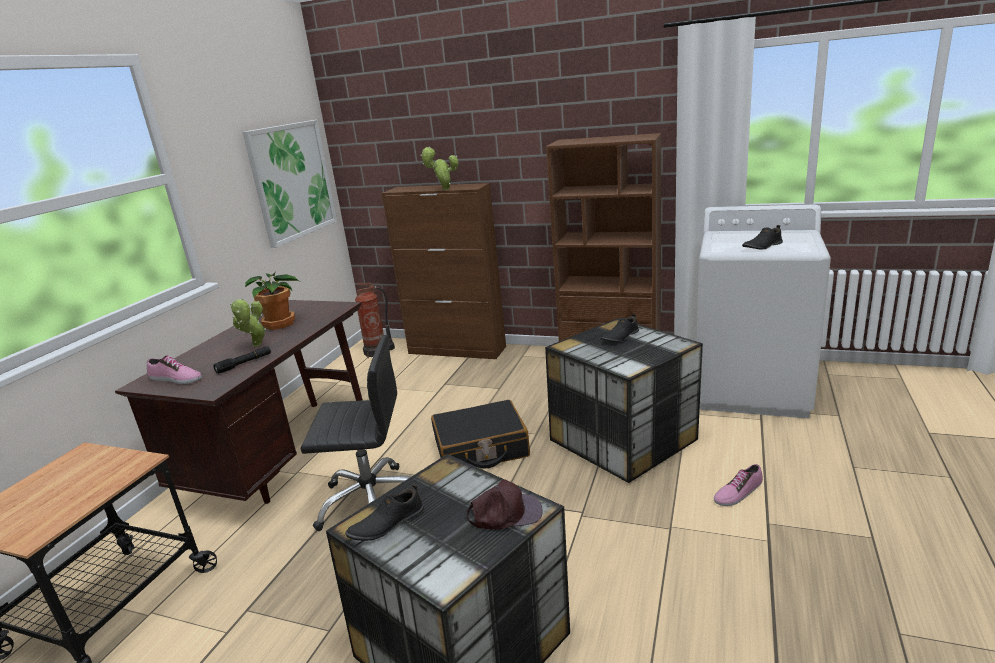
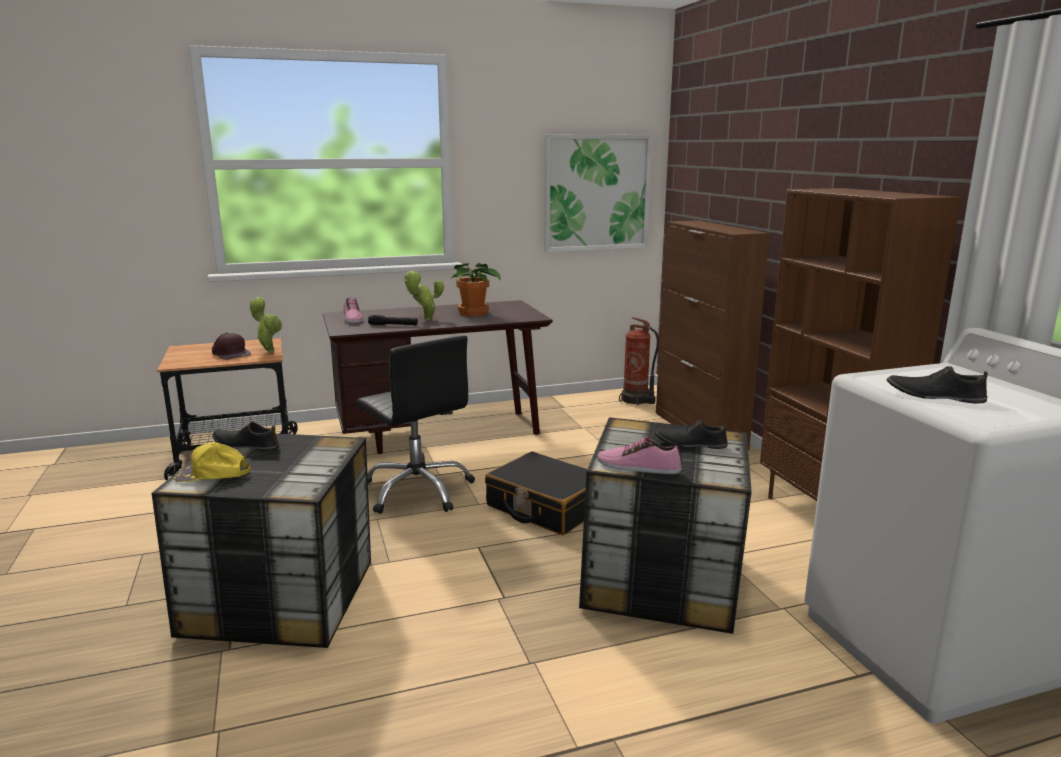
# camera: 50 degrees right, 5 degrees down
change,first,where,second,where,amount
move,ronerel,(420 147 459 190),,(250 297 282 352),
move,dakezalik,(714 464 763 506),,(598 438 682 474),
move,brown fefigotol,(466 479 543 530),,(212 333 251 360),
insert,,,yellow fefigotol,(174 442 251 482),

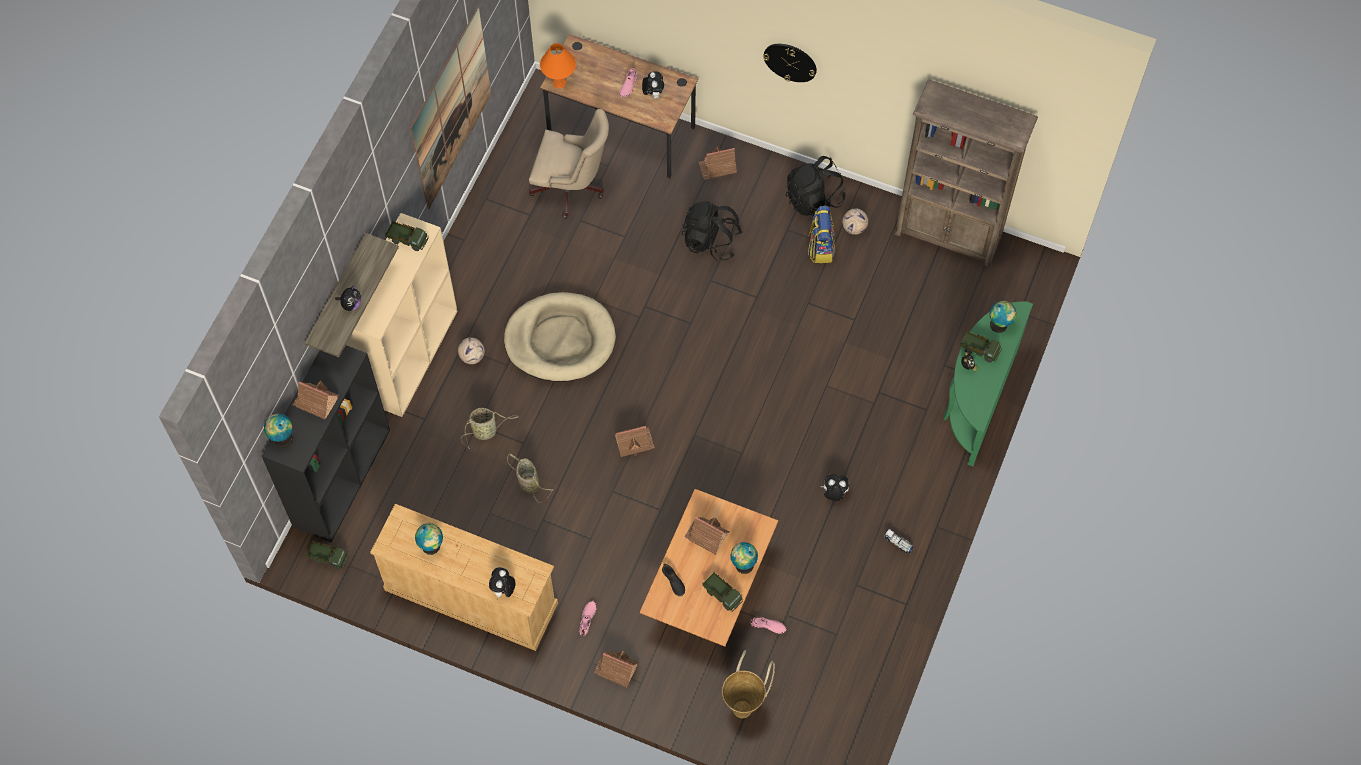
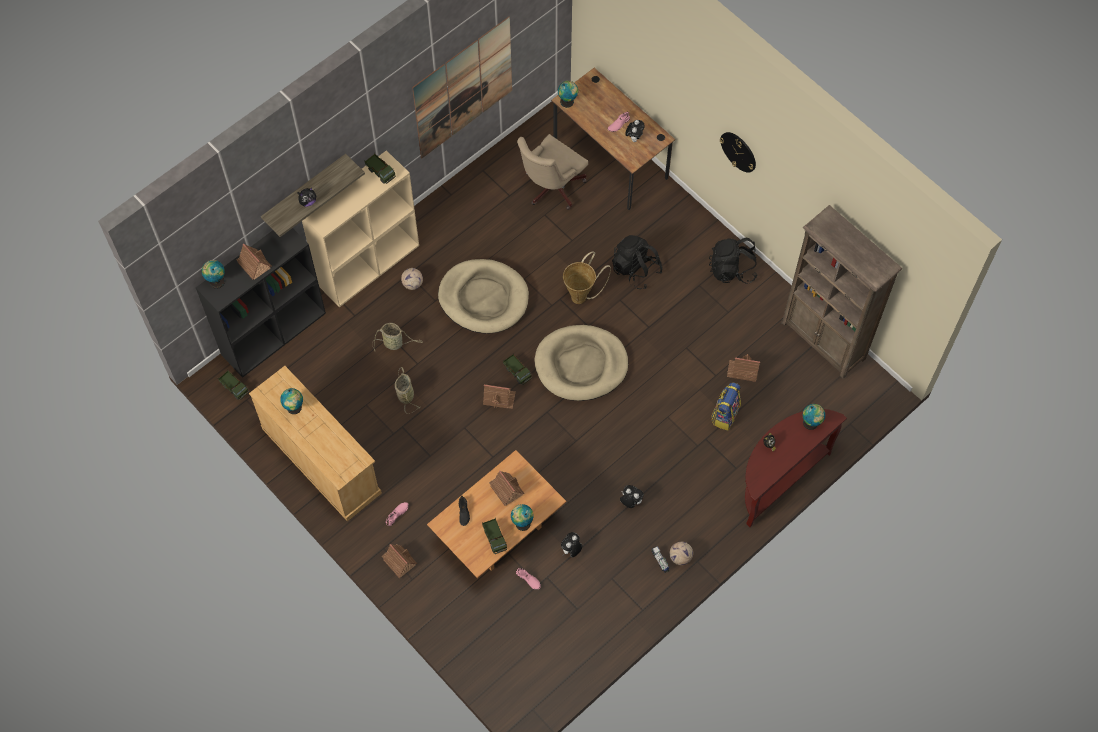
# camera: 25 degrees right, 0 degrees up
change,first,where,second,where,amount
replace,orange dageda,(540 43 576 89),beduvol,(558 81 578 108),
rotate,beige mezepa,(529 109 609 219),,(517 134 588 210),90 degrees clockwise
move,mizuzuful,(699 146 737 180),,(727 354 760 382),
move,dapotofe,(807 206 835 263),,(711 382 741 431),
move,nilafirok,(842 209 868 235),,(670 542 693 565),
recolor,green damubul,(943 301 1033 466),brown damubul,(745 409 847 527),
move,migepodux,(960 331 1002 363),,(503 354 532 385),
move,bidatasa,(489 567 515 598),,(561 532 582 557),
move,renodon,(722 650 775 718),,(563 251 611 304),
insert,,,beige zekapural,(534 325 628 401),

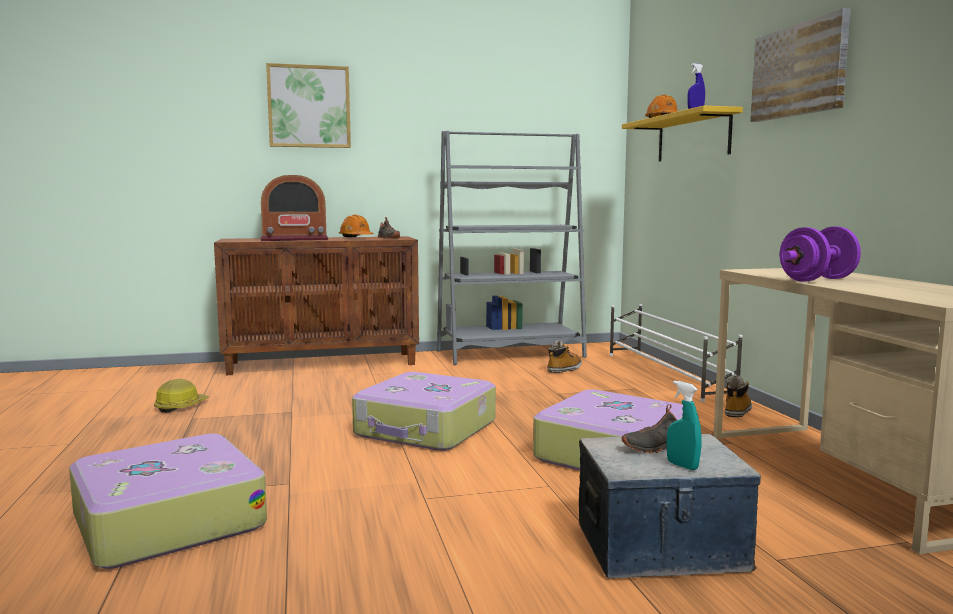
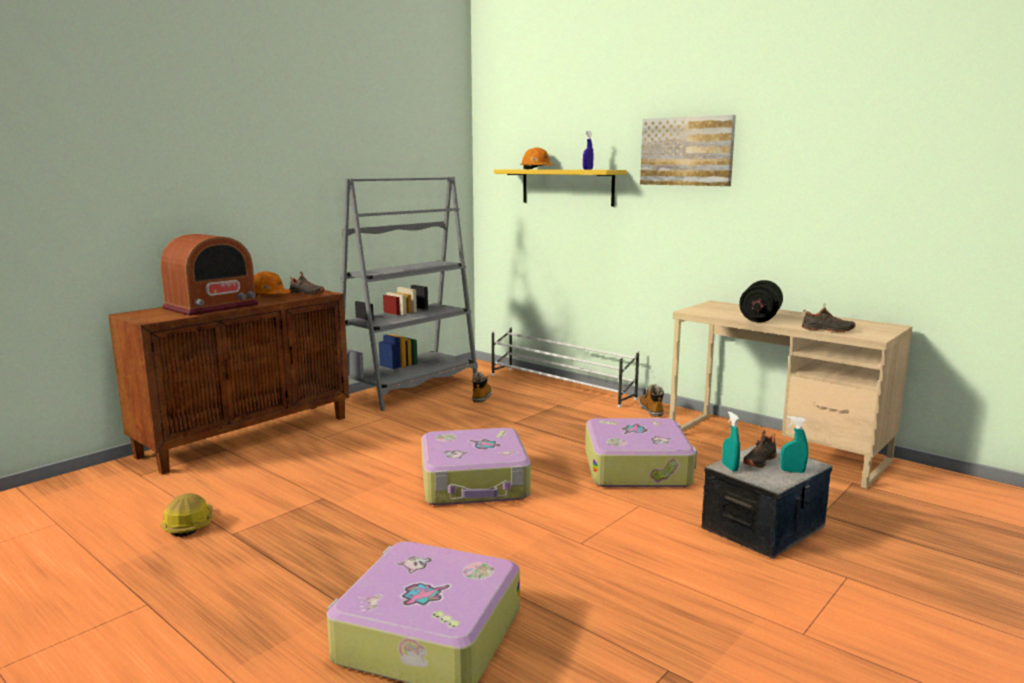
# camera: 35 degrees left, 5 degrees up
change,first,where,second,where,amount
delete,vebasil,(266 63 351 148),,,
recolor,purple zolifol,(780 227 861 282),black zolifol,(739 280 783 322),
insert,,,black dakezalik,(802 304 856 332),
insert,,,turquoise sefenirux,(722 411 740 472),

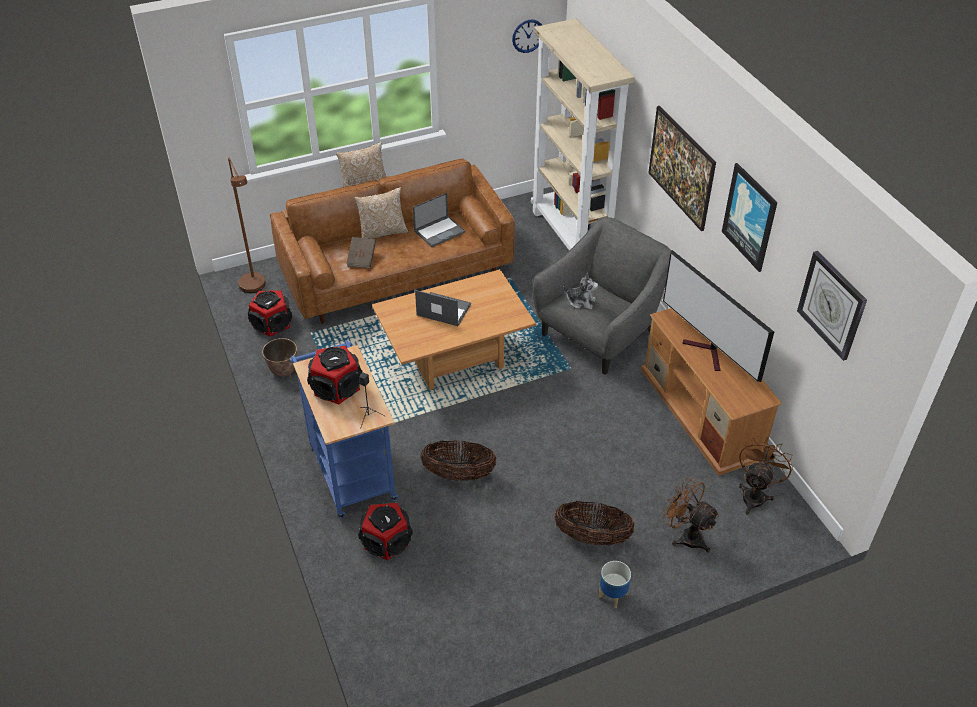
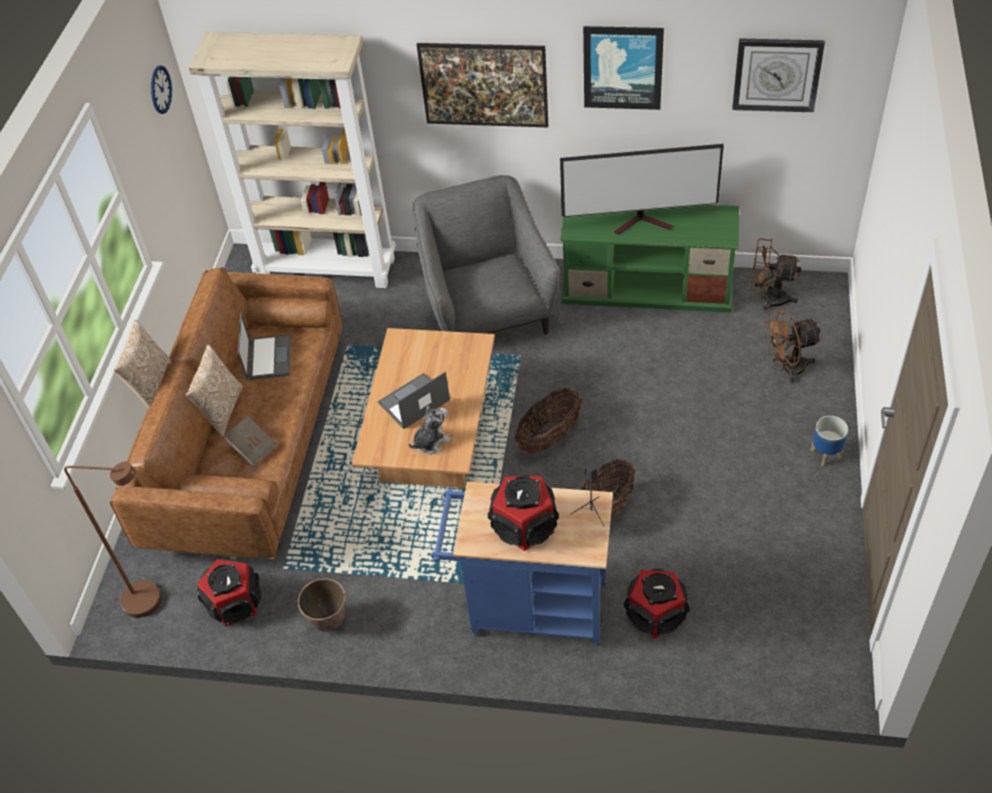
# camera: 55 degrees left, 5 degrees up
change,first,where,second,where,amount
move,bidatasa,(563 273 599 309),,(408 406 452 454),
recolor,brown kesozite,(641 308 782 476),green kesozite,(560 205 739 313),
rotate,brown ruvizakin,(739 437 793 515),,(751 238 801 312),45 degrees counterclockwise
move,renodon,(554 501 634 545),,(515 388 582 454),

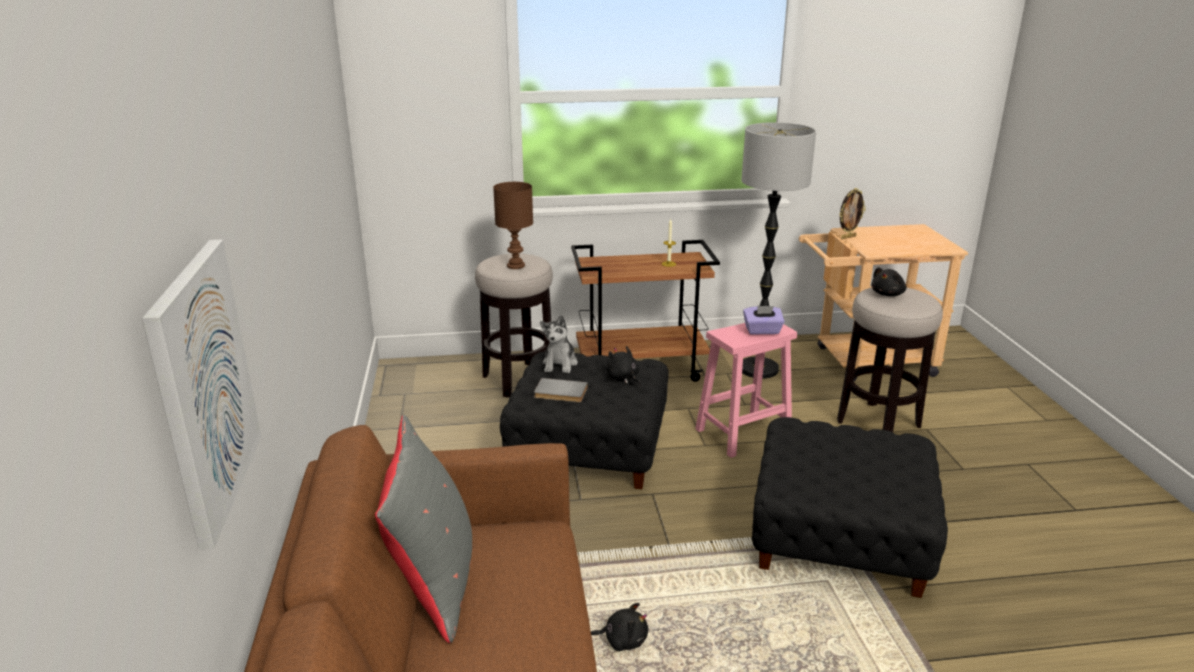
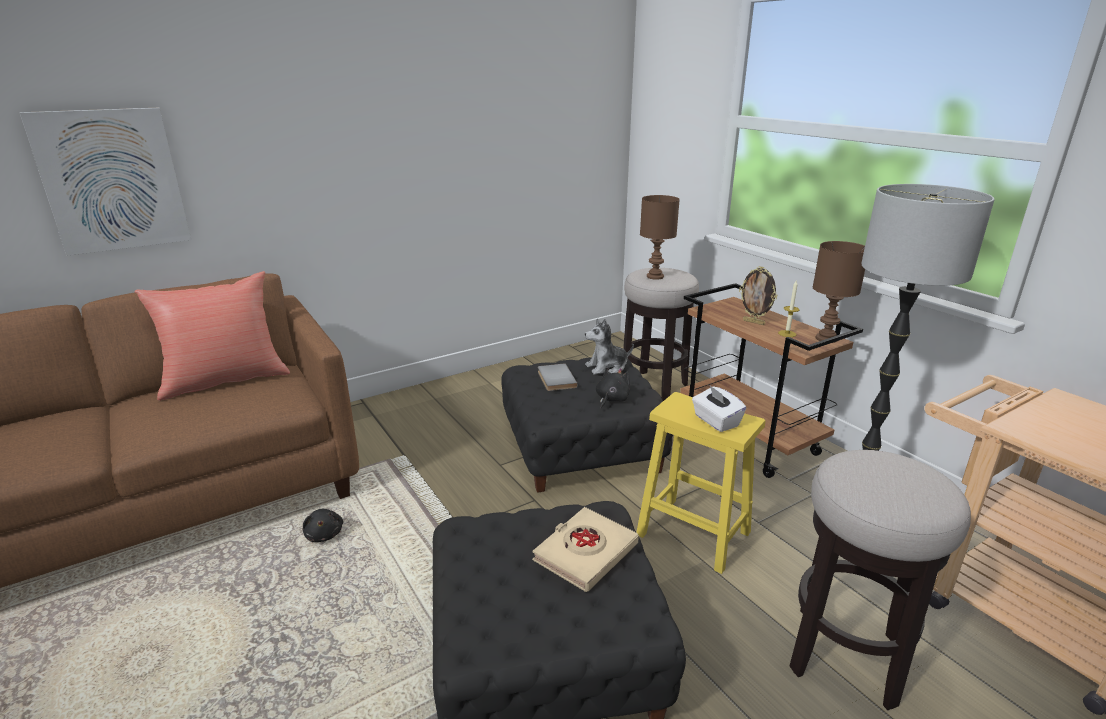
# camera: 65 degrees right, 0 degrees up
change,first,where,second,where,amount
move,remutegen,(839 188 866 239),,(739 266 777 325),
delete,black bidatasa,(871 267 907 296),,,
recolor,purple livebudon,(743 306 785 335),white livebudon,(692 386 746 432),
recolor,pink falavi,(695 323 797 458),yellow falavi,(637 392 766 574),
recolor,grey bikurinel,(375 415 472 643),red bikurinel,(135 271 290 401),
insert,,,brown dageda,(813 241 865 343),
insert,,,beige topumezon,(532 507 639 592),

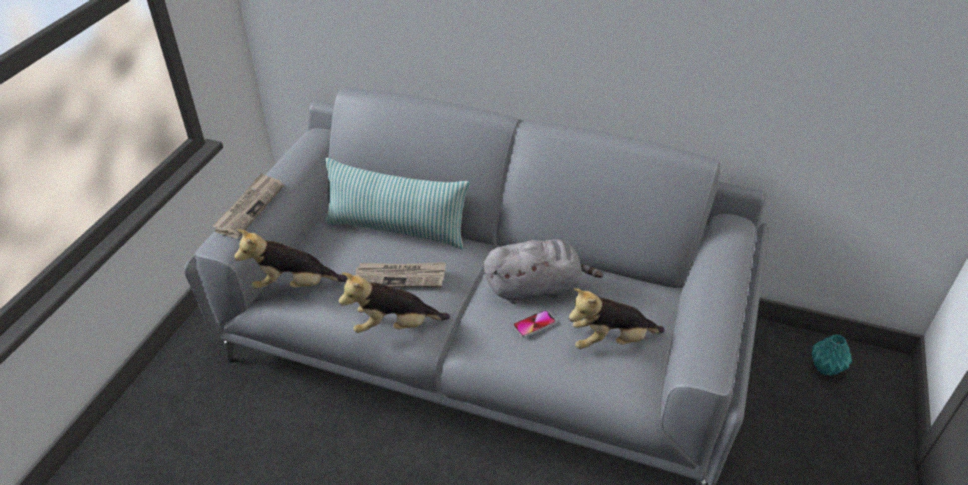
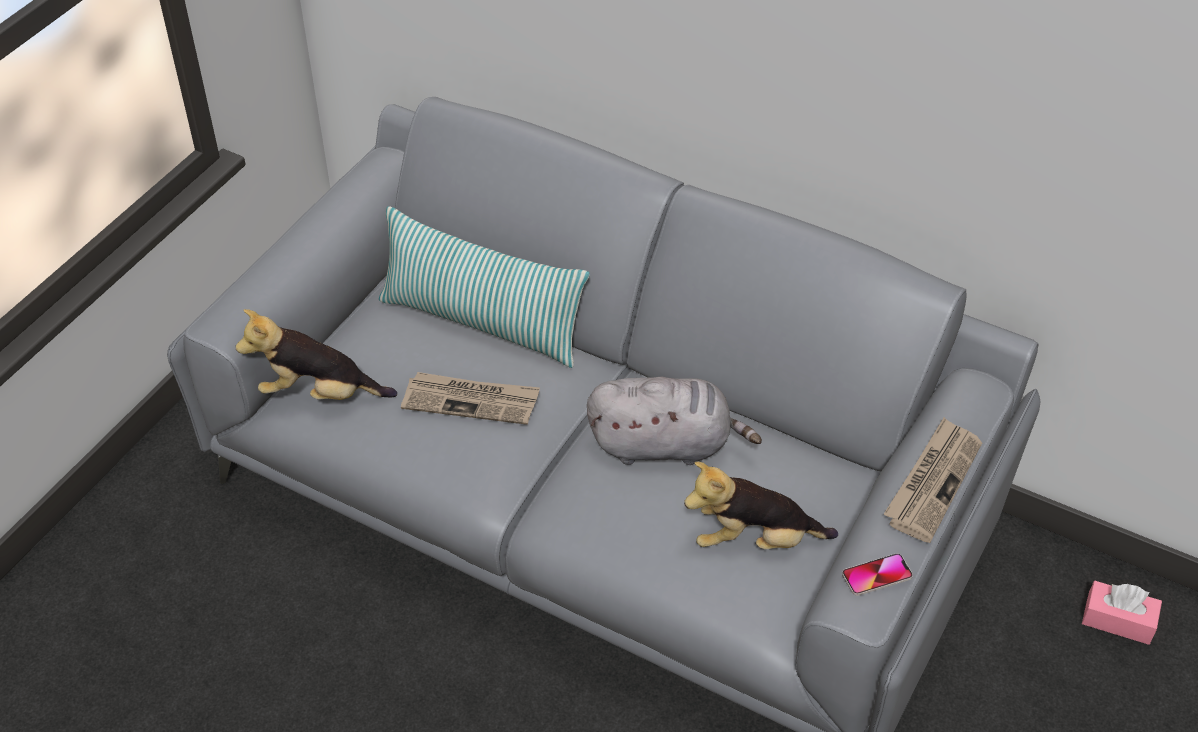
# camera: 10 degrees right, 5 degrees up
change,first,where,second,where,amount
move,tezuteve,(212 173 284 238),,(884 417 982 543),
delete,bidatasa,(339 272 450 333),,,
move,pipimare,(513 310 556 337),,(842 553 913 596),
replace,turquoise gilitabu,(811 334 852 376),pink livebudon,(1082 581 1162 645),

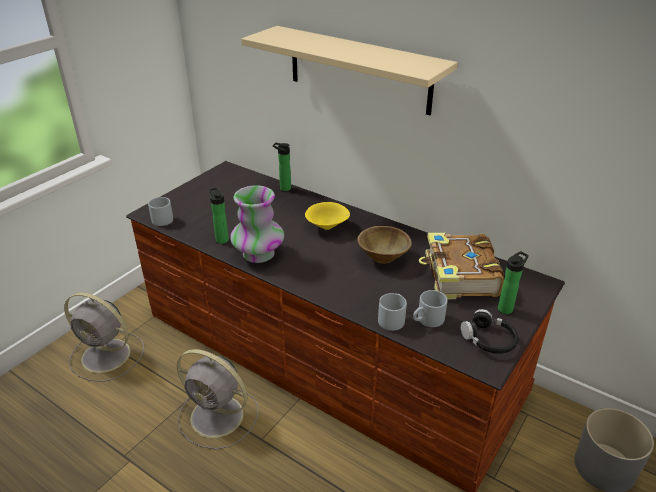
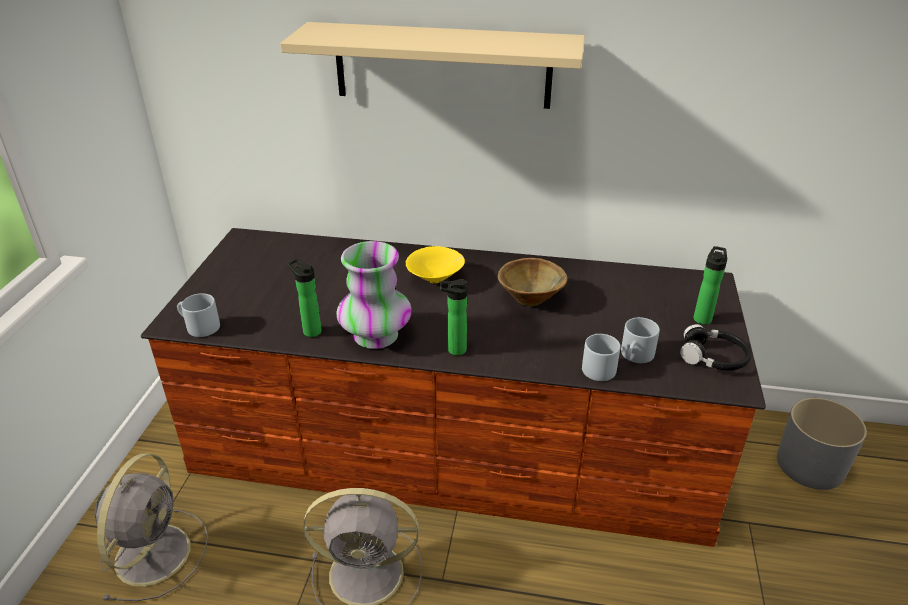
# camera: 25 degrees left, 0 degrees up
change,first,where,second,where,amount
move,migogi,(273 142 291 191),,(439 279 468 356),
delete,topumezon,(419 233 504 299),,,
rotate,grey ruvizakin,(64 292 144 382),,(94 453 208 601),75 degrees counterclockwise

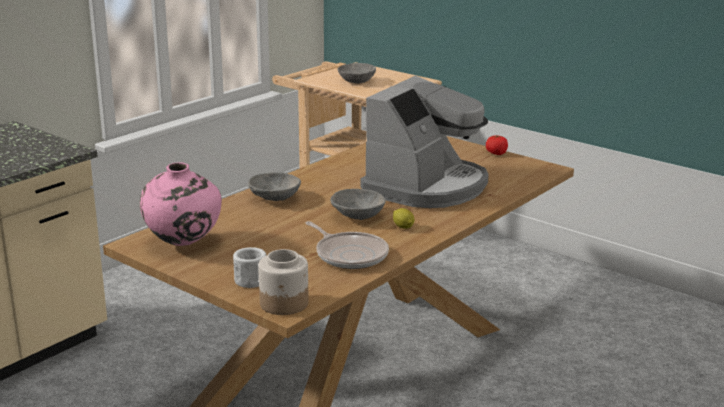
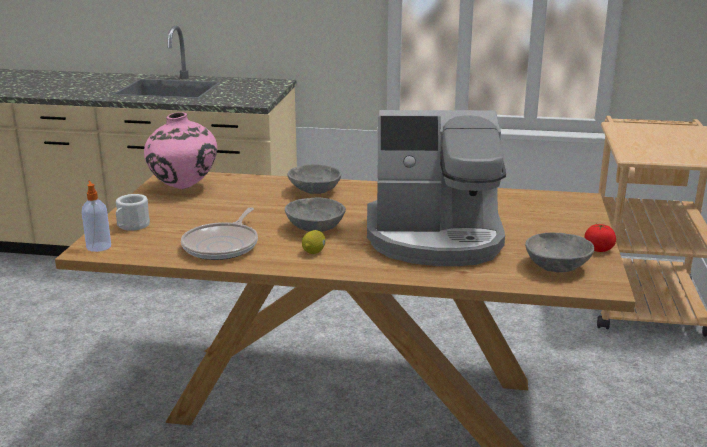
# camera: 60 degrees right, 0 degrees up
change,first,where,second,where,amount
move,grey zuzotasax,(337 63 376 84),,(525 233 594 273),
replace,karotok,(258 249 308 315),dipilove,(82 181 111 252),

